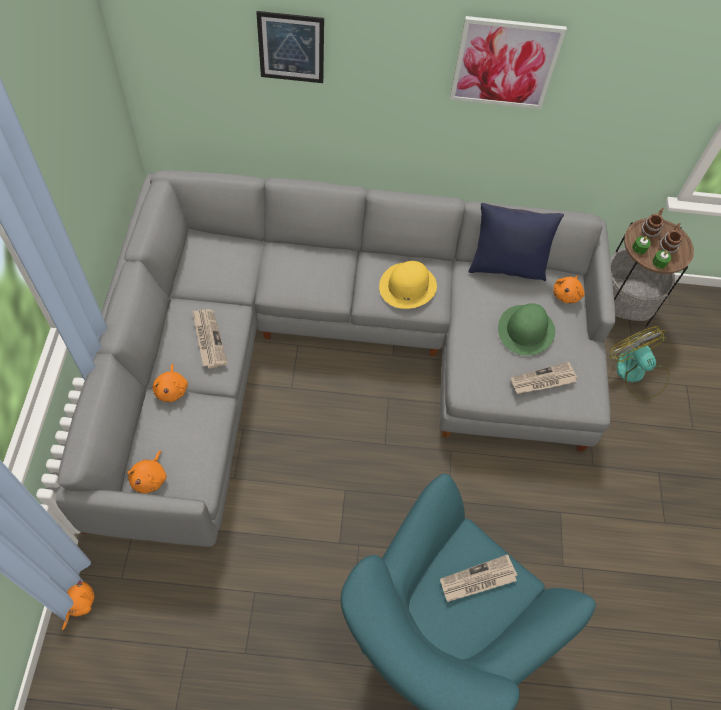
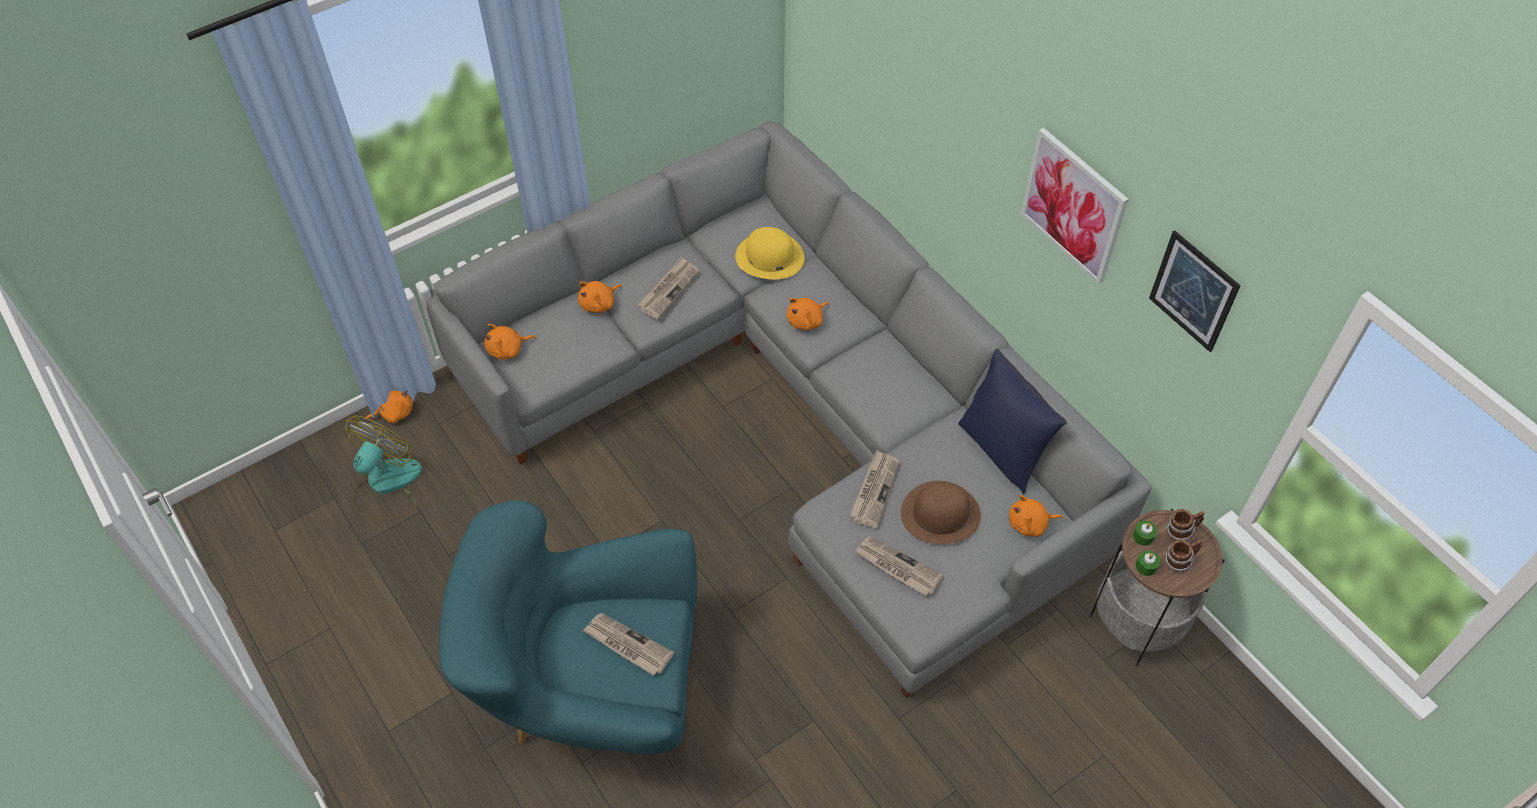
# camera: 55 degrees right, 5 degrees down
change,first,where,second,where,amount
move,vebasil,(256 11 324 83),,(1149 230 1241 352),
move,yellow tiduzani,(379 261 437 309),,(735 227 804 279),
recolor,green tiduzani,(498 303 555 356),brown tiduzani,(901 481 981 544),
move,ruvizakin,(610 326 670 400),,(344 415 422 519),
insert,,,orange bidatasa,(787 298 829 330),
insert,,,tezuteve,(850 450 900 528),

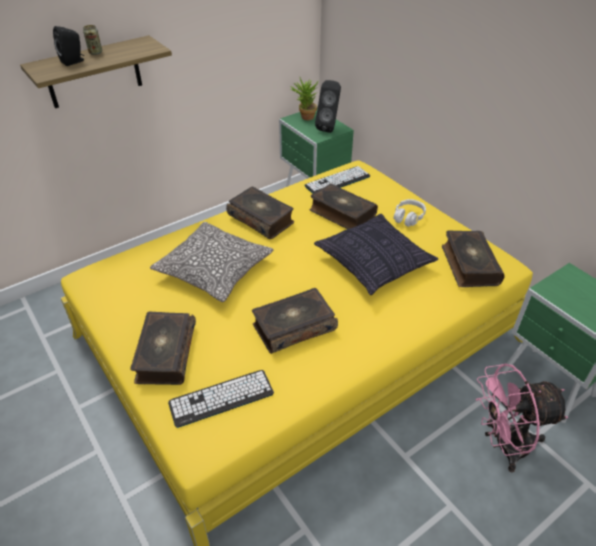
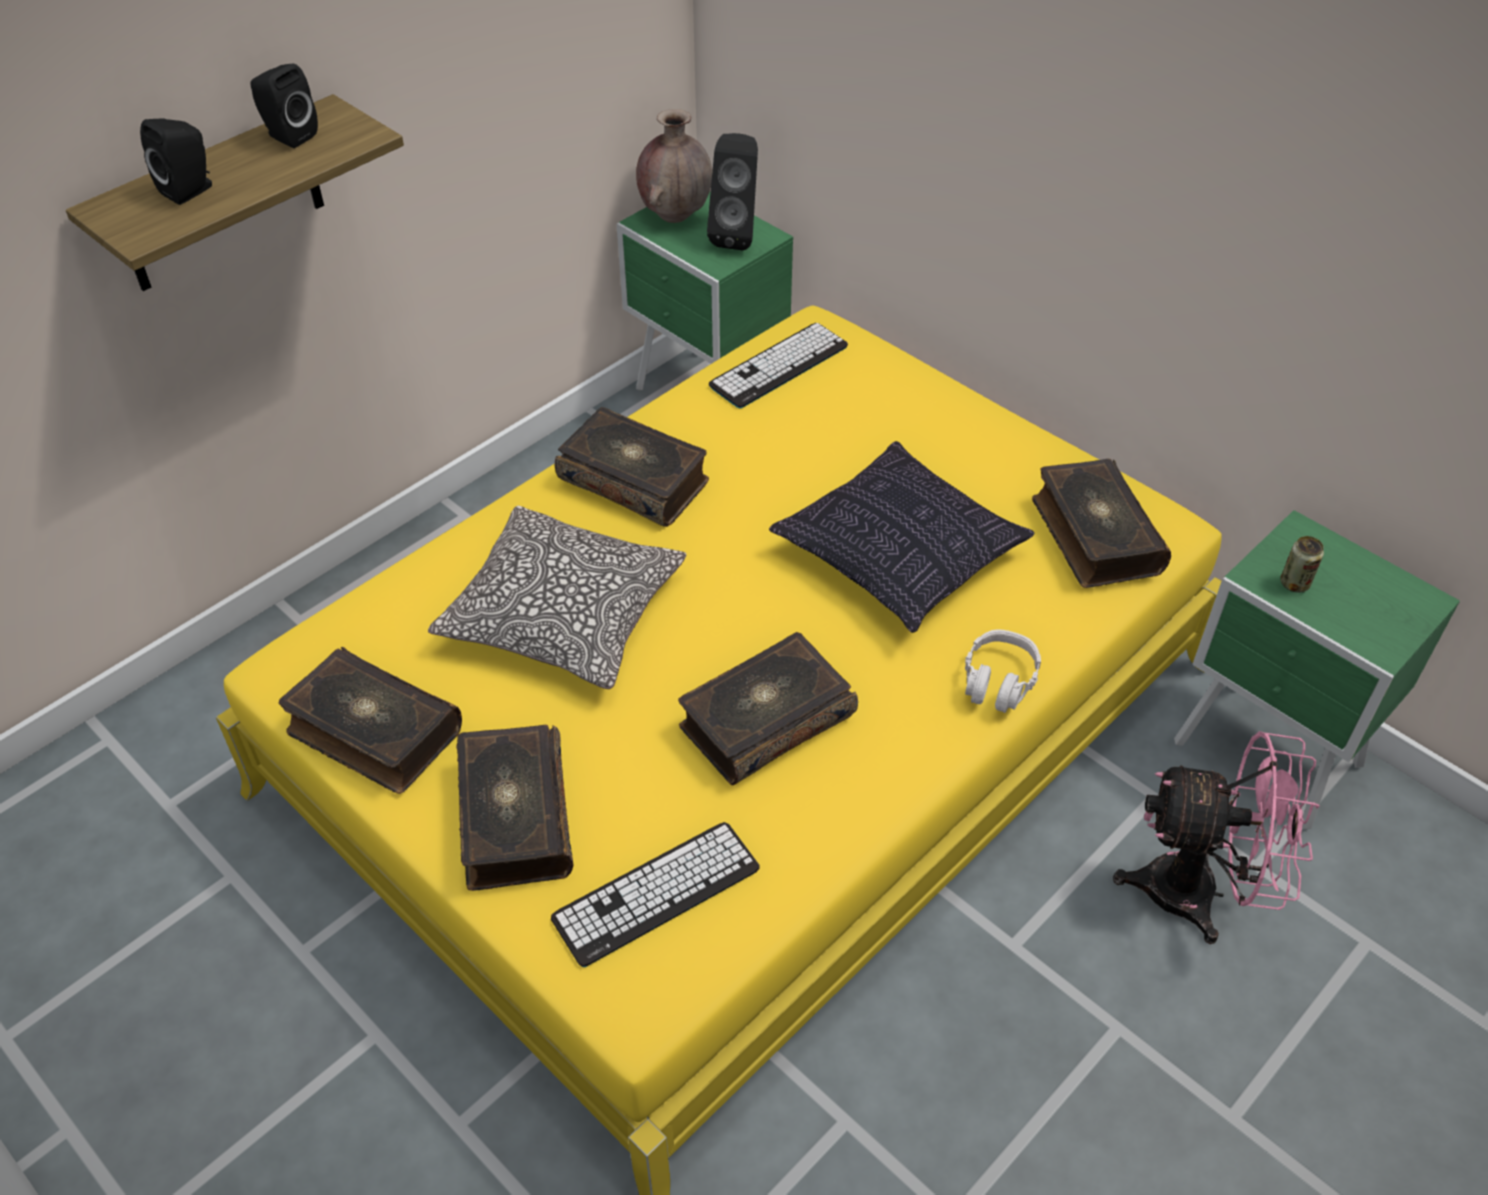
# camera: 10 degrees left, 5 degrees up
change,first,where,second,where,amount
move,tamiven,(83 25 102 55),,(1280 536 1324 593),
replace,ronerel,(290 77 319 120),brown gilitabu,(636 109 713 223),
move,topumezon,(310 183 378 229),,(279 647 462 794),
move,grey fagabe,(393 199 426 227),,(965 630 1041 713),
rotate,pink ruvizakin,(476 364 568 472),,(1113 731 1319 944),150 degrees counterclockwise
insert,,,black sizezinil,(250 64 318 148),

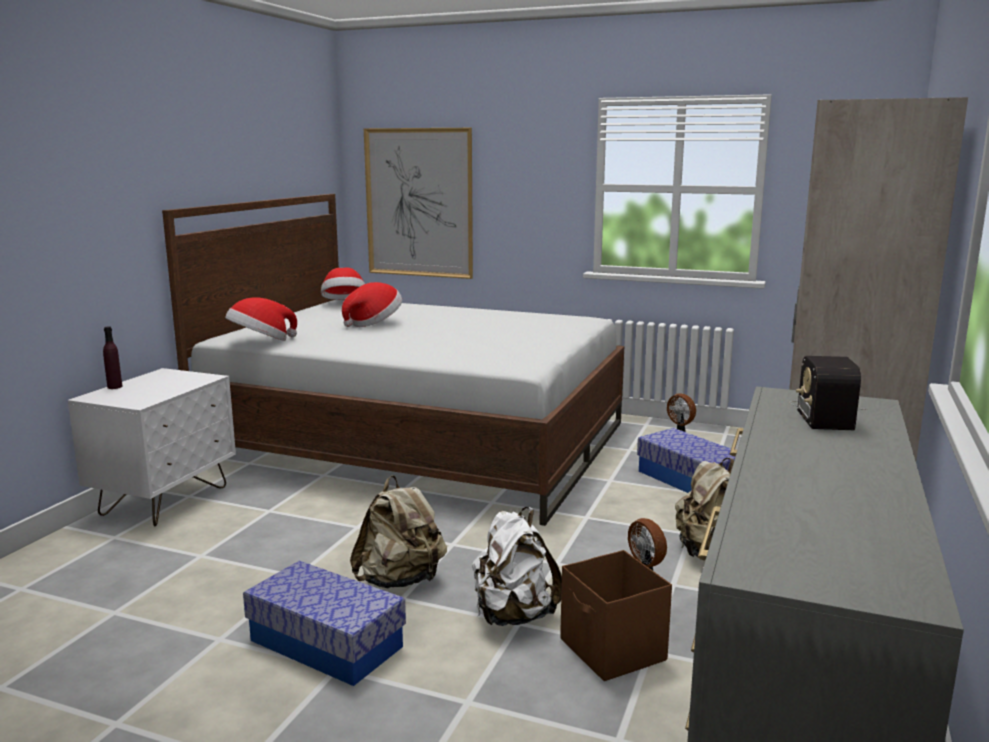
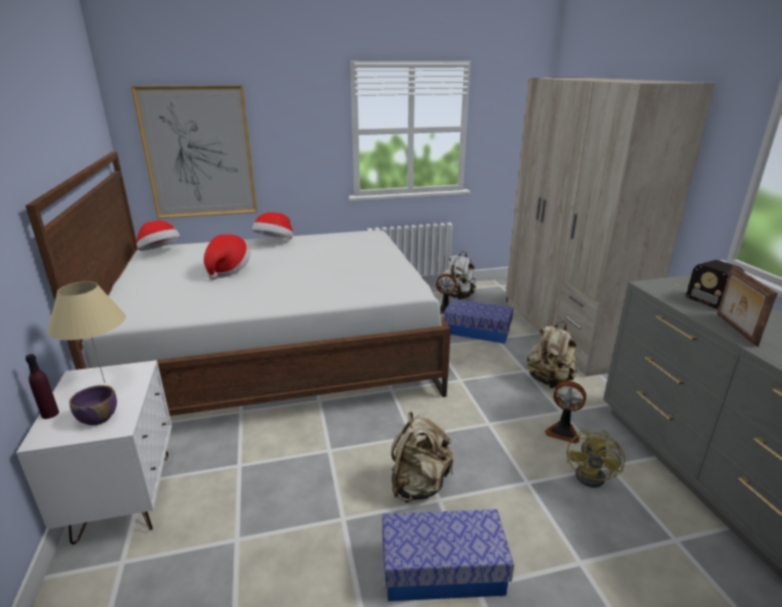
# camera: 35 degrees left, 10 degrees up
change,first,where,second,where,amount
move,tiduzani,(225 297 297 341),,(252 212 293 239),
move,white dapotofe,(472 507 562 626),,(441 251 476 300),
replace,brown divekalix,(560 550 672 681),yellow ruvizakin,(567 430 625 488),
insert,,,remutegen,(717 265 777 347),
insert,,,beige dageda,(47 281 126 383),
insert,,,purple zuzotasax,(69 385 117 425),

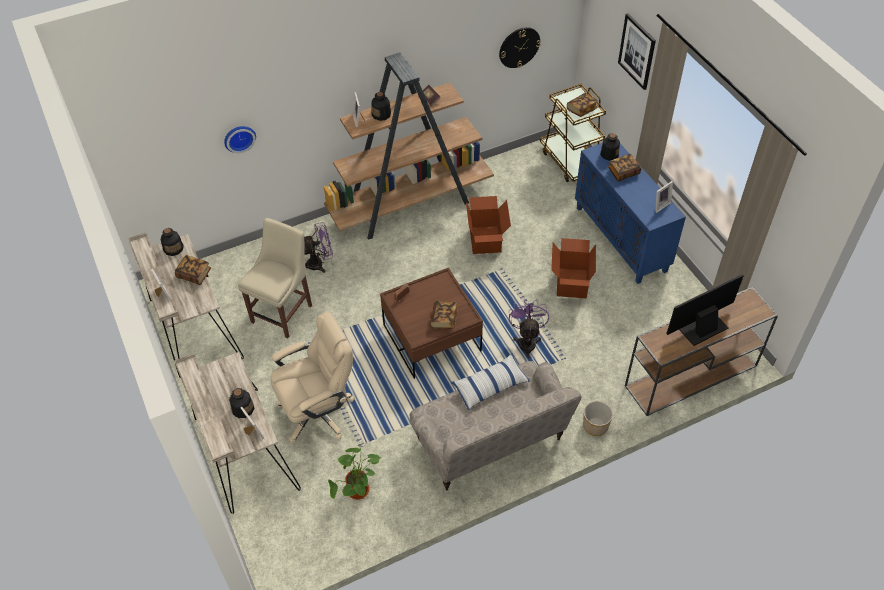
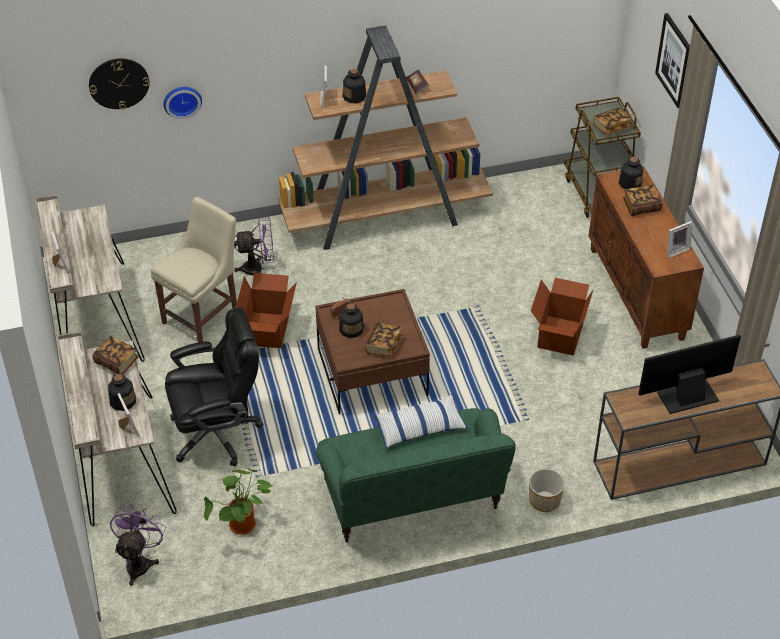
# camera: 10 degrees right, 5 degrees down
change,first,where,second,where,amount
move,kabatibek,(499 27 541 68),,(89 59 149 110),
recolor,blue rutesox,(575 143 686 284),brown rutesox,(589 166 704 348),
move,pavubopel,(466 196 511 254),,(236 273 297 348),
move,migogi,(161 228 184 256),,(339 303 364 338),
move,topumezon,(175 255 211 285),,(93 336 139 375),
move,purple ruvizakin,(509 299 549 358),,(110 504 166 586),
recolor,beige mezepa,(271 311 355 443),black mezepa,(165 307 263 466),
recolor,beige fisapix,(410 361 582 490),green fisapix,(316 408 516 542),

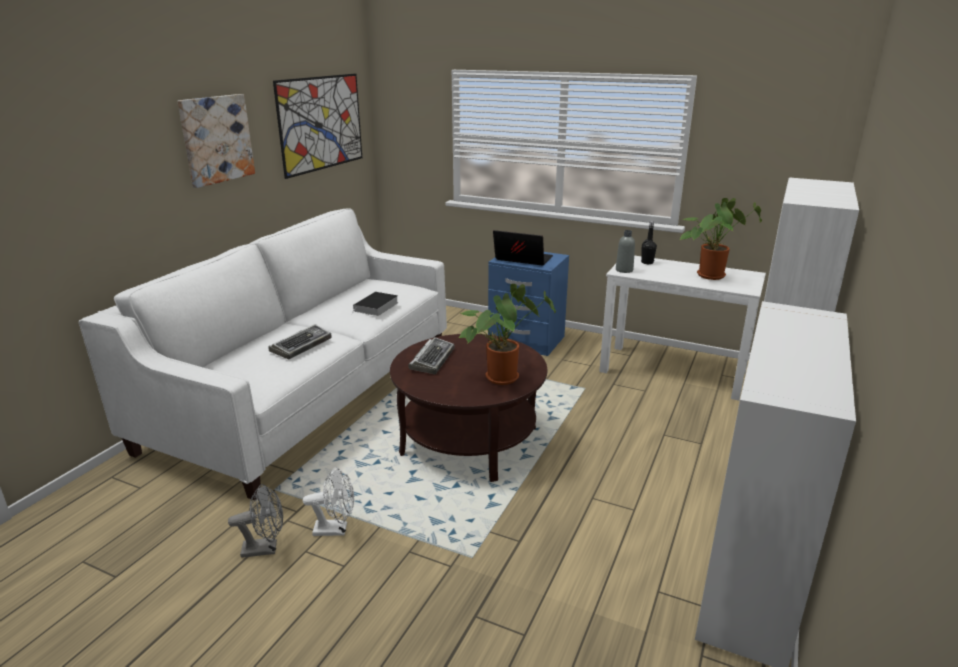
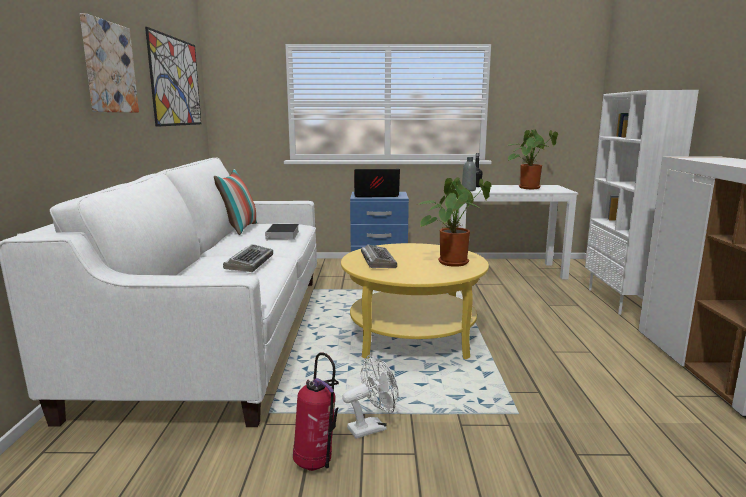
# camera: 25 degrees left, 10 degrees down
change,first,where,second,where,amount
recolor,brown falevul,(390 334 547 482),yellow falevul,(341 243 489 359),
replace,grey ruvizakin,(228 484 283 558),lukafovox,(293 352 339 471),
insert,,,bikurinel,(214 169 257 235),

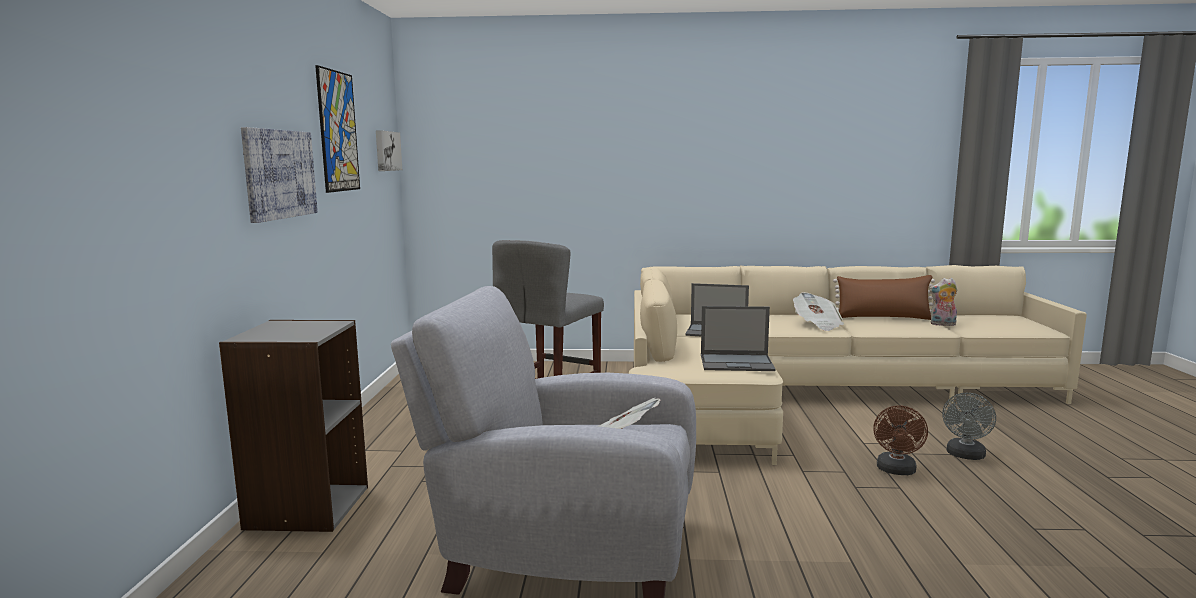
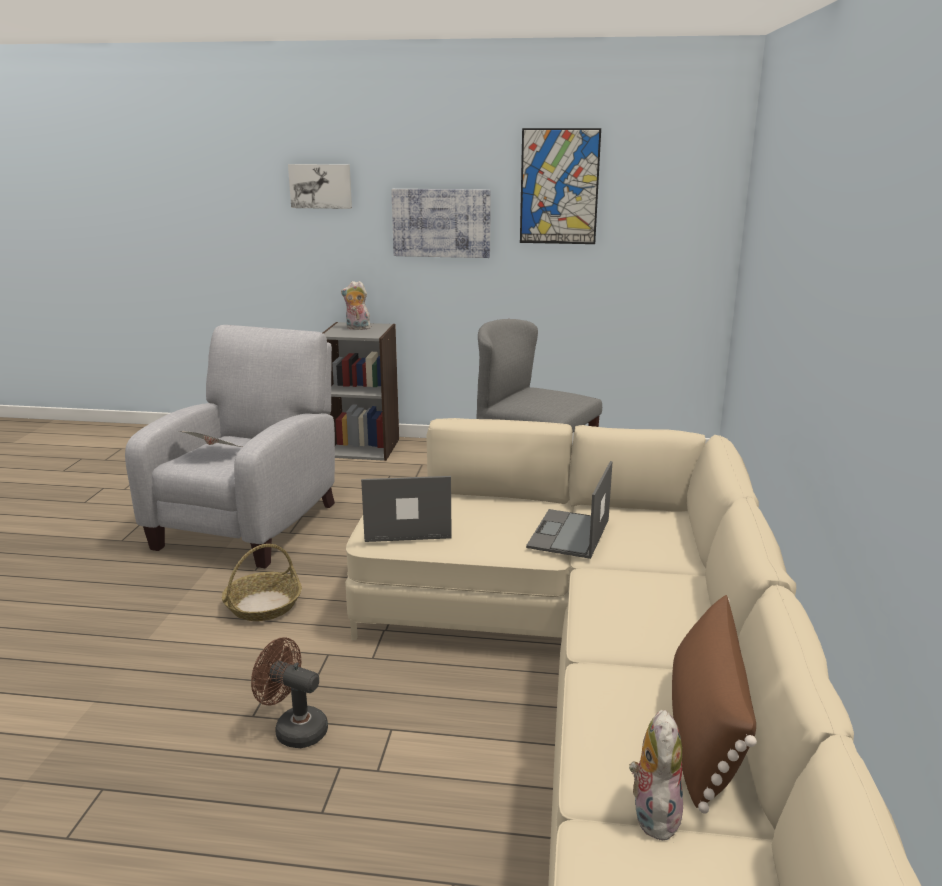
# camera: 95 degrees right, 10 degrees up
change,first,where,second,where,amount
move,vebasil,(376 130 402 171),,(288 164 352 209),
delete,tezuteve,(793 292 844 331),,,
rotate,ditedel,(701 306 776 371),,(361 476 452 542),75 degrees clockwise
delete,grey ruvizakin,(942 393 996 460),,,
insert,,,bidatasa,(341 281 372 331),
insert,,,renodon,(222 544 302 621),

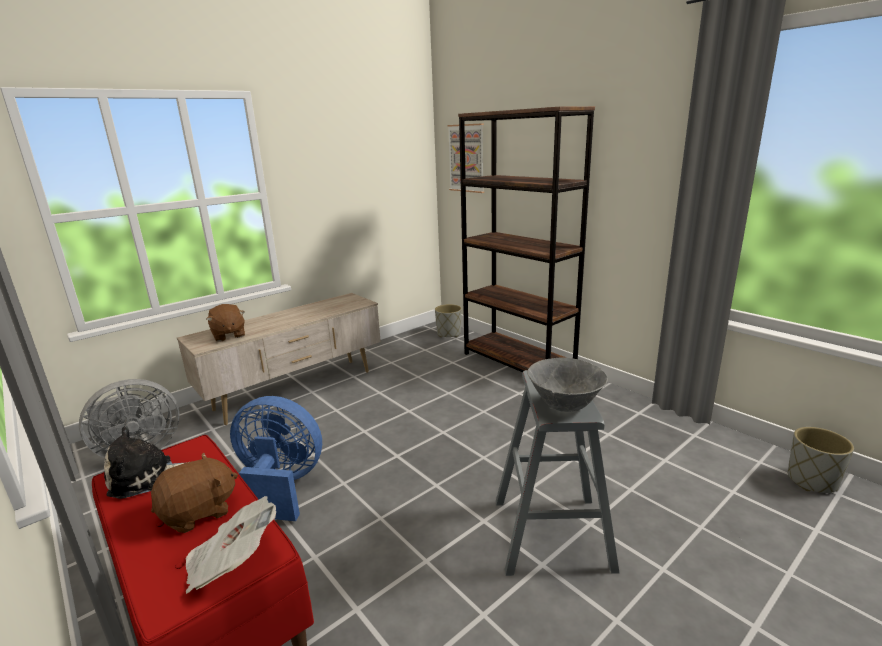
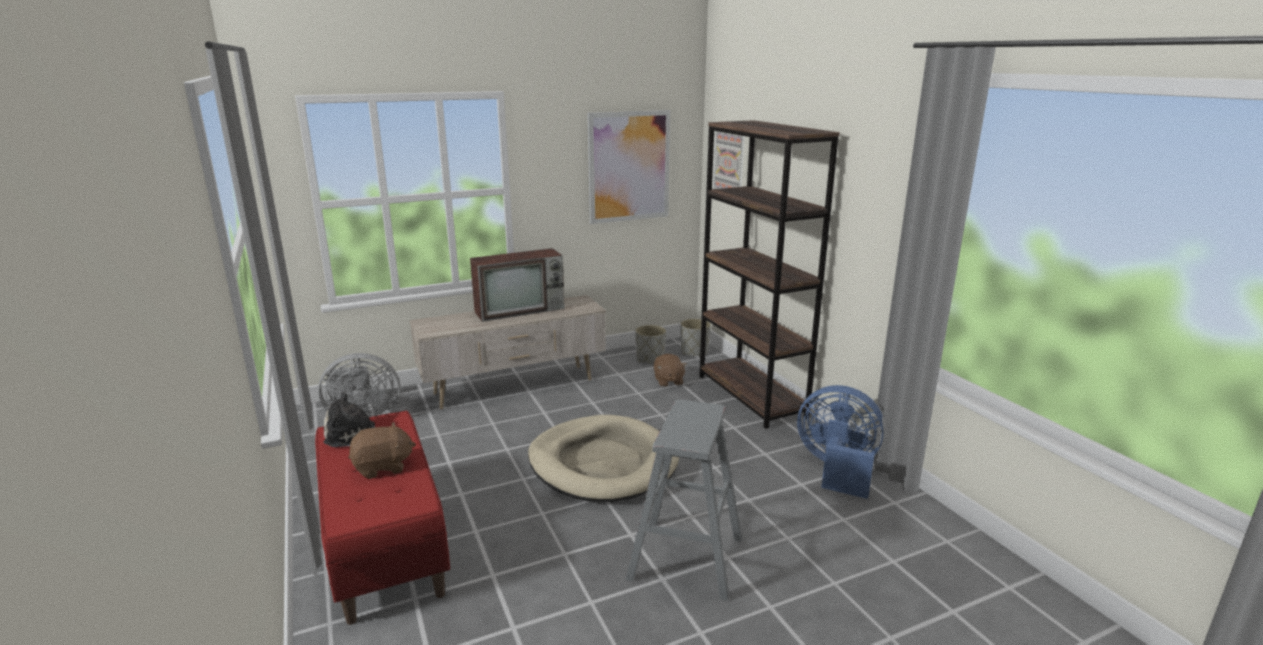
# camera: 15 degrees right, 0 degrees up
change,first,where,second,where,amount
move,brown bidatasa,(206 304 245 342),,(654 354 687 387),
delete,grey zuzotasax,(527 357 608 412),,,
move,blue ruvizakin,(230 396 322 521),,(797 385 883 499),
move,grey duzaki,(788 427 854 493),,(635 325 666 363),
delete,tezuteve,(186 496 276 594),,,
insert,,,vebasil,(587 110 670 224),
insert,,,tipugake,(470 248 565 322),
insert,,,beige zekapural,(528 415 679 502),

